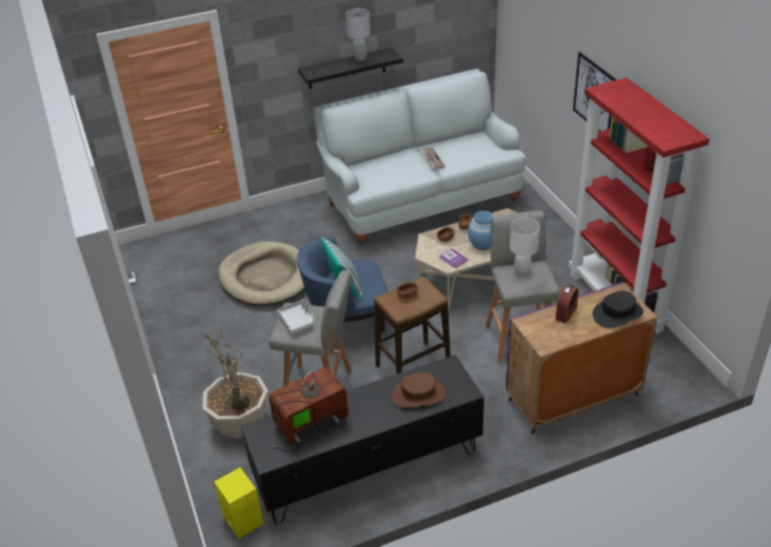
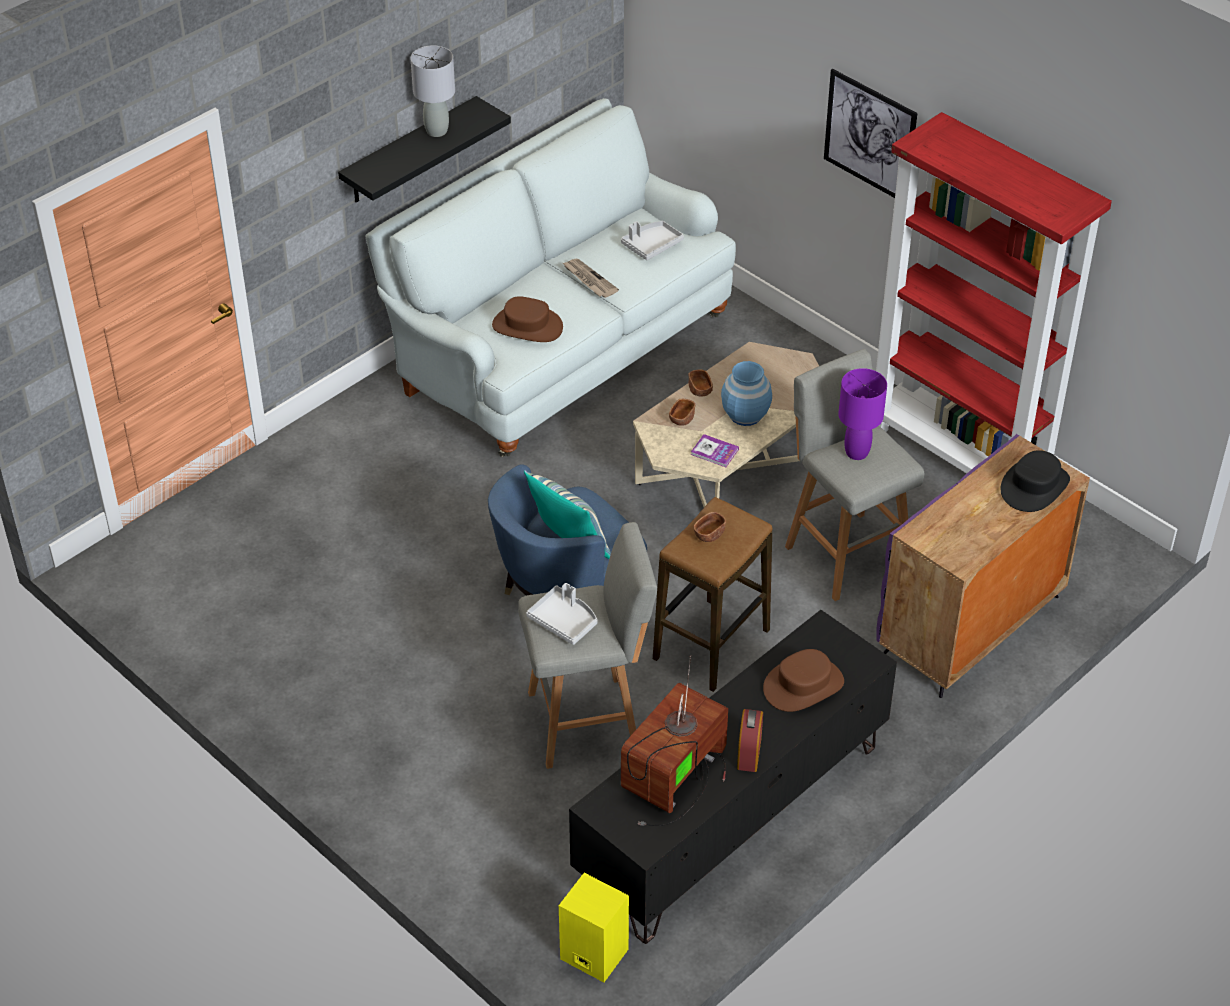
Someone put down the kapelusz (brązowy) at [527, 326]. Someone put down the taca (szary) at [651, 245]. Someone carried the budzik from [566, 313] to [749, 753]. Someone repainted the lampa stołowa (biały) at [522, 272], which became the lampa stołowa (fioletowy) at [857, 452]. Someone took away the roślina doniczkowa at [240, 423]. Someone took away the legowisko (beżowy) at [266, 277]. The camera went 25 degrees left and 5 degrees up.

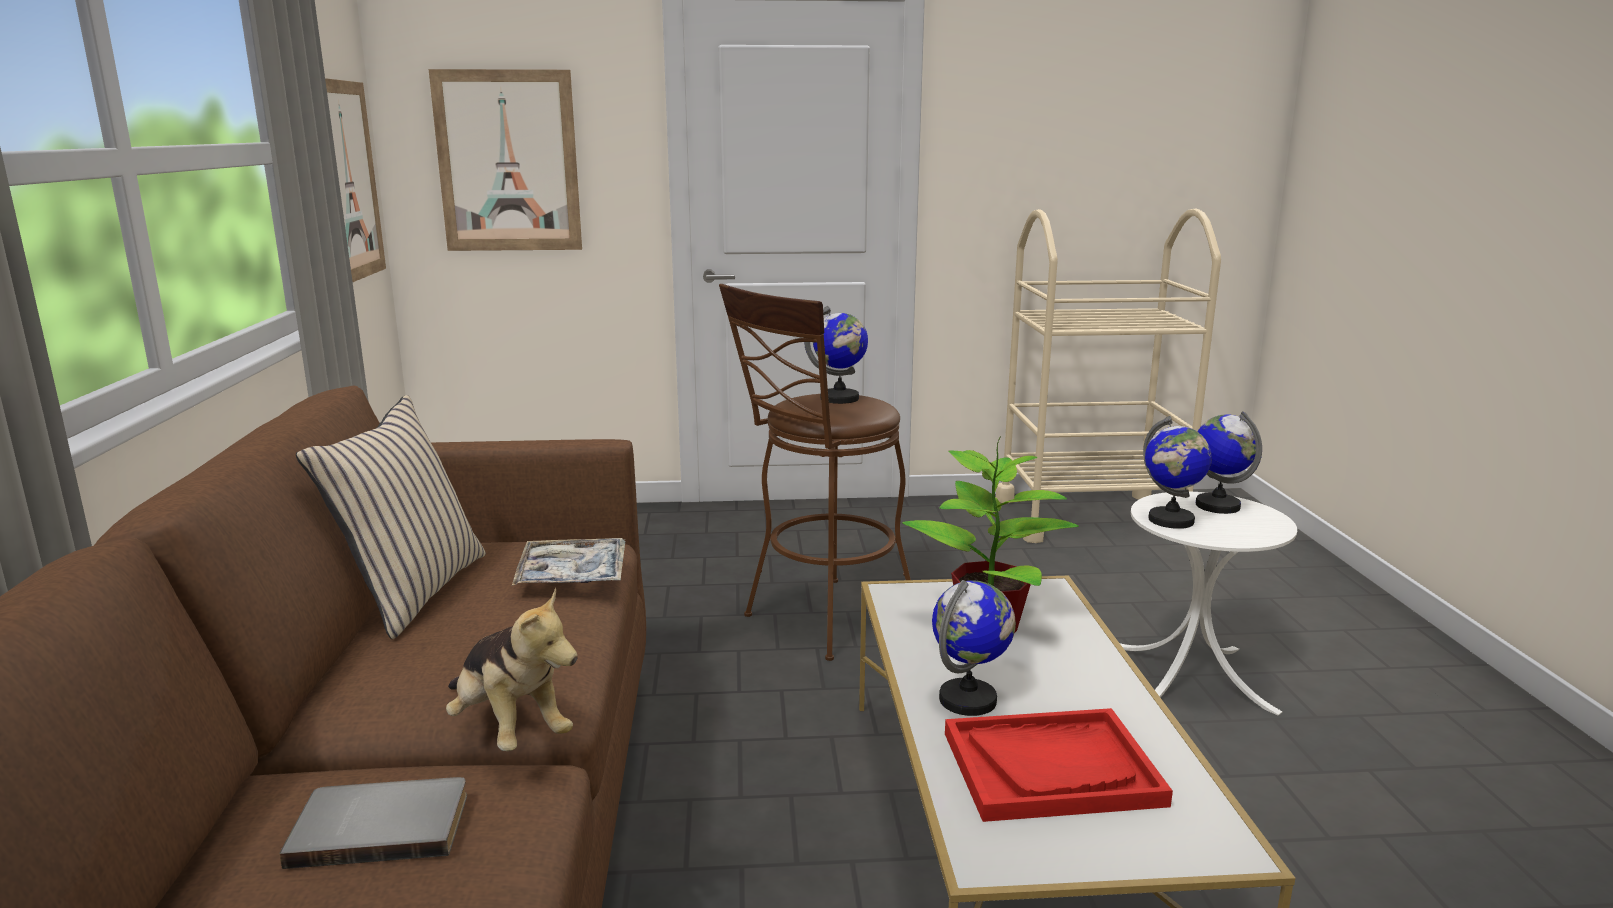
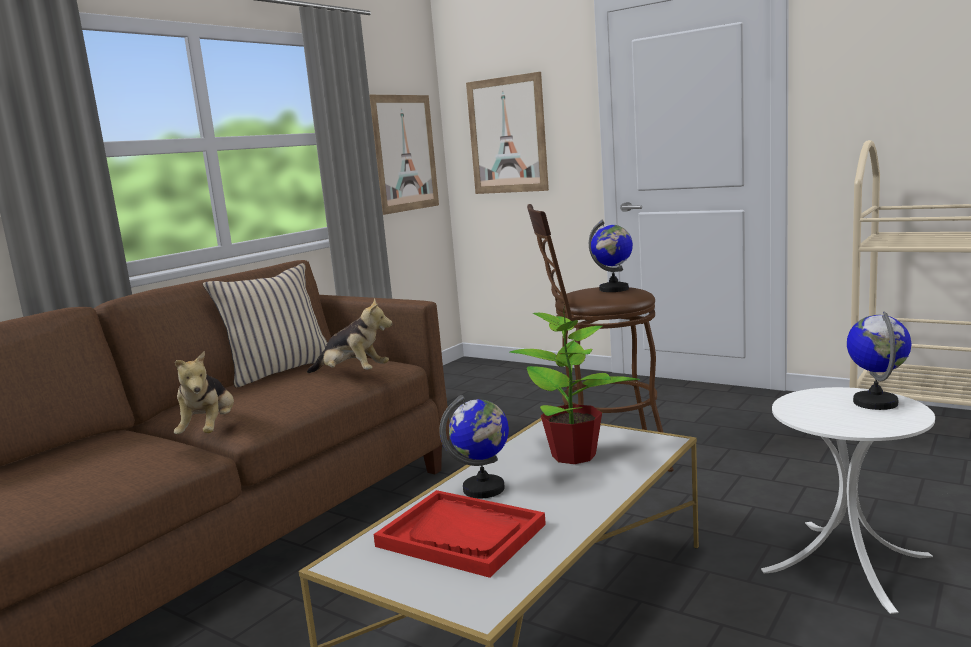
Someone swapped the taca at [572, 574] for the pluszak at [352, 374]. Someone took away the książka (szary) at [382, 825]. Someone took away the globus at [1171, 520]. The camera went 40 degrees right and 5 degrees down.

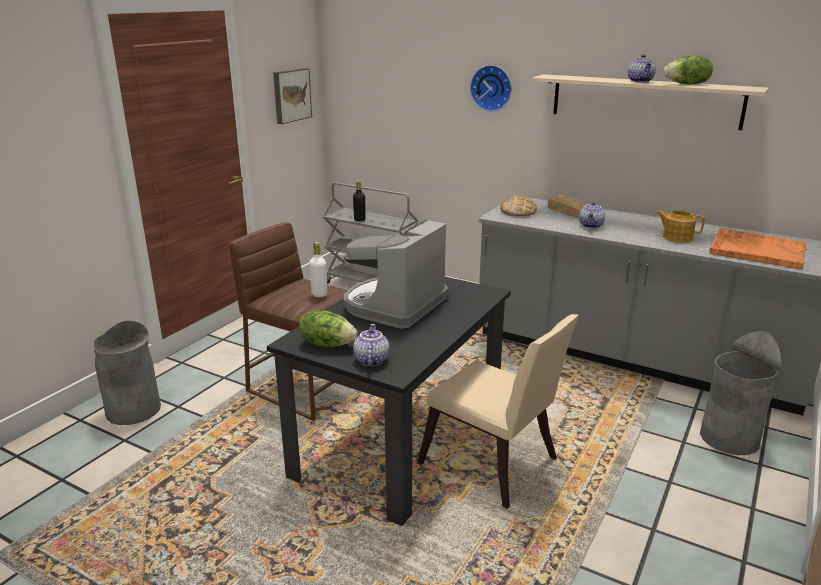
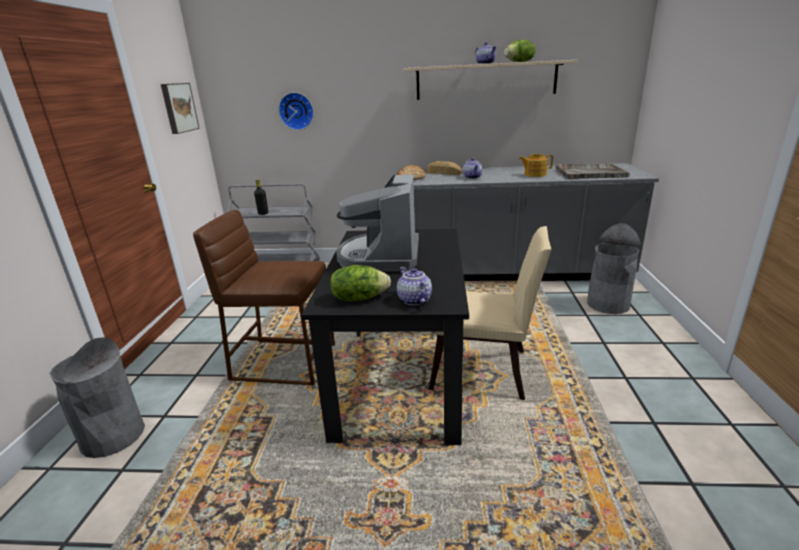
Someone carried the zegar ścienny from [492, 88] to [296, 111]. Someone repainted the taca (pomarańczowy) at [756, 250], which became the taca (szary) at [589, 173]. Someone took away the butelka (biały) at [319, 294]. The camera went 25 degrees left and 0 degrees up.

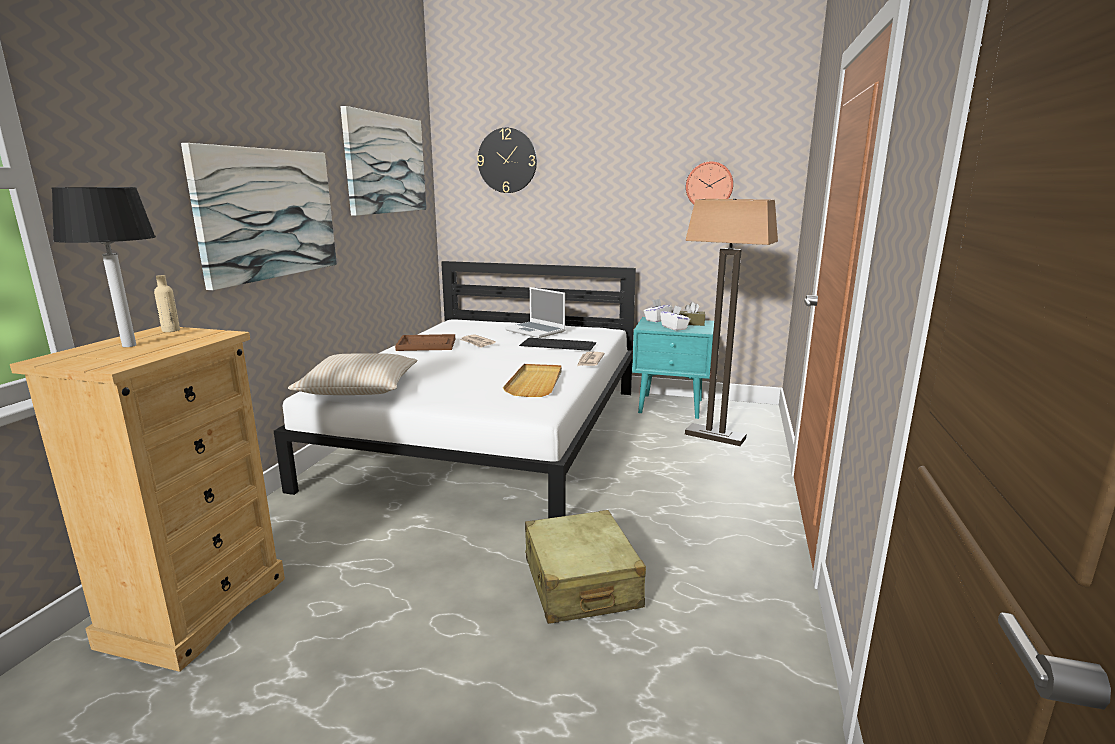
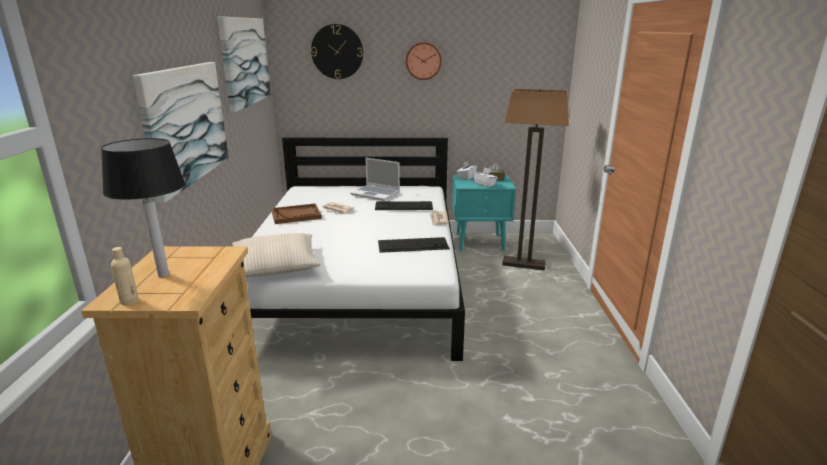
Someone carried the butelka (beżowy) from [171, 330] to [129, 301]. Someone swapped the taca (beżowy) at [535, 383] for the klawiatura at [413, 244]. Someone carried the zegar ścienny from [709, 185] to [423, 61]. Someone took away the walizka (beżowy) at [580, 583]. The camera went 15 degrees left and 5 degrees up.

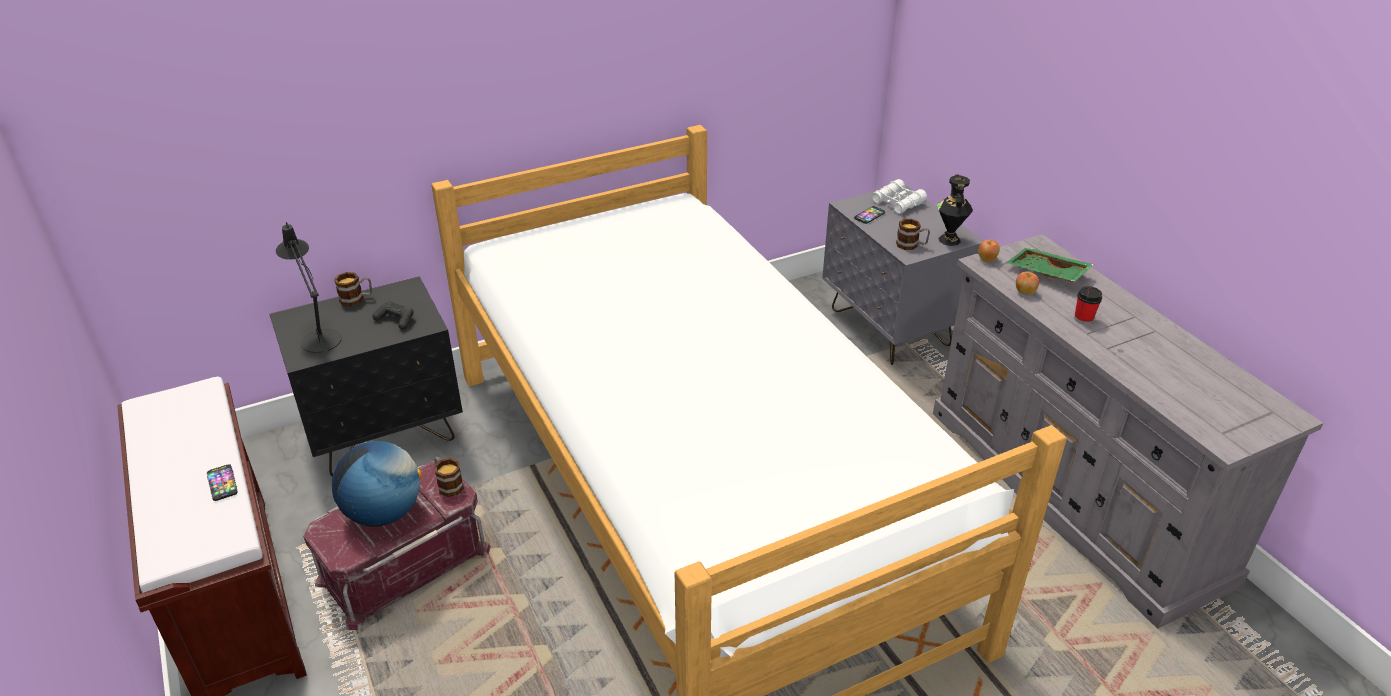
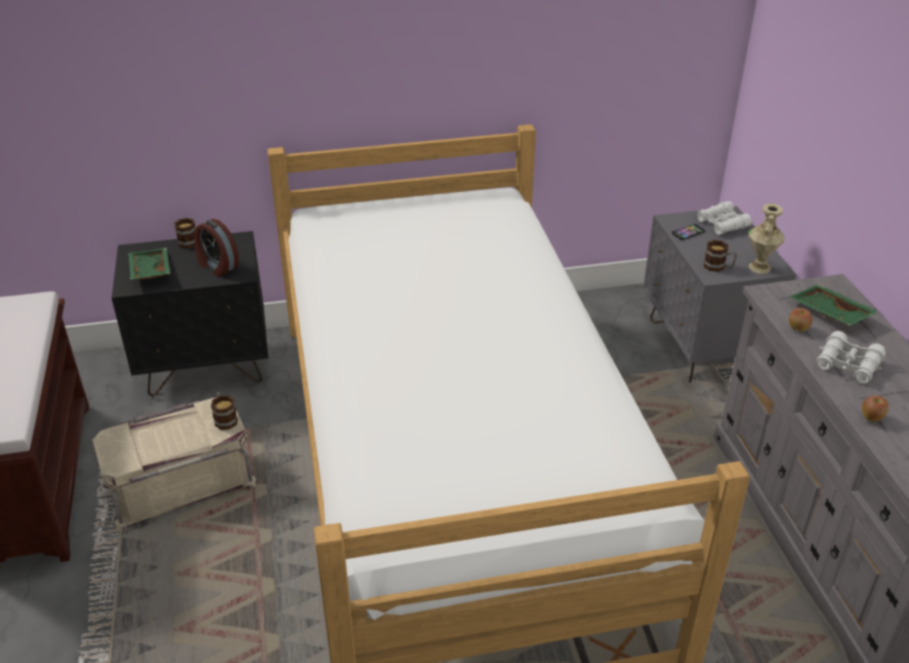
Someone repainted the pojemnik do przechowywania (czerwony) at [403, 564], which became the pojemnik do przechowywania (beżowy) at [180, 482]. Someone swapped the lampa stołowa (czarny) at [319, 337] for the taca (zielony) at [149, 271]. Someone swapped the pad do gier (czarny) at [396, 320] for the budzik at [217, 266]. Someone repainted the wazon (czarny) at [950, 240], which became the wazon (beżowy) at [760, 267]. Someone swapped the filiżanka at [1083, 319] for the lornetka (biały) at [848, 365]. Someone carried the jabłko from [987, 259] to [871, 418]. Someone took away the telefon at [222, 483]. Someone took away the globus at [384, 513]. The camera went 15 degrees right and 0 degrees up.

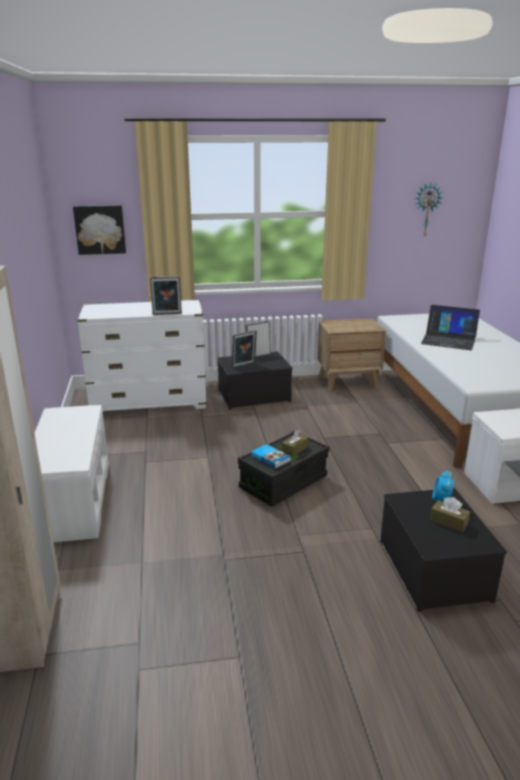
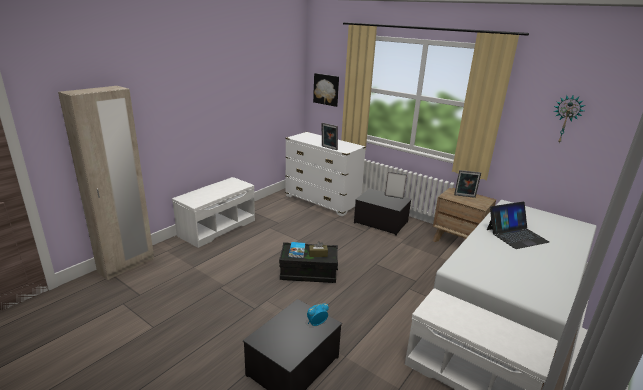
Someone carried the ramka na zdjęcie from [244, 366] to [464, 196]. Someone rotated the laptop at [448, 340] by 90 degrees counterclockwise. Someone took away the pudełko chusteczek (brązowy) at [448, 521]. The camera went 45 degrees right and 0 degrees up.

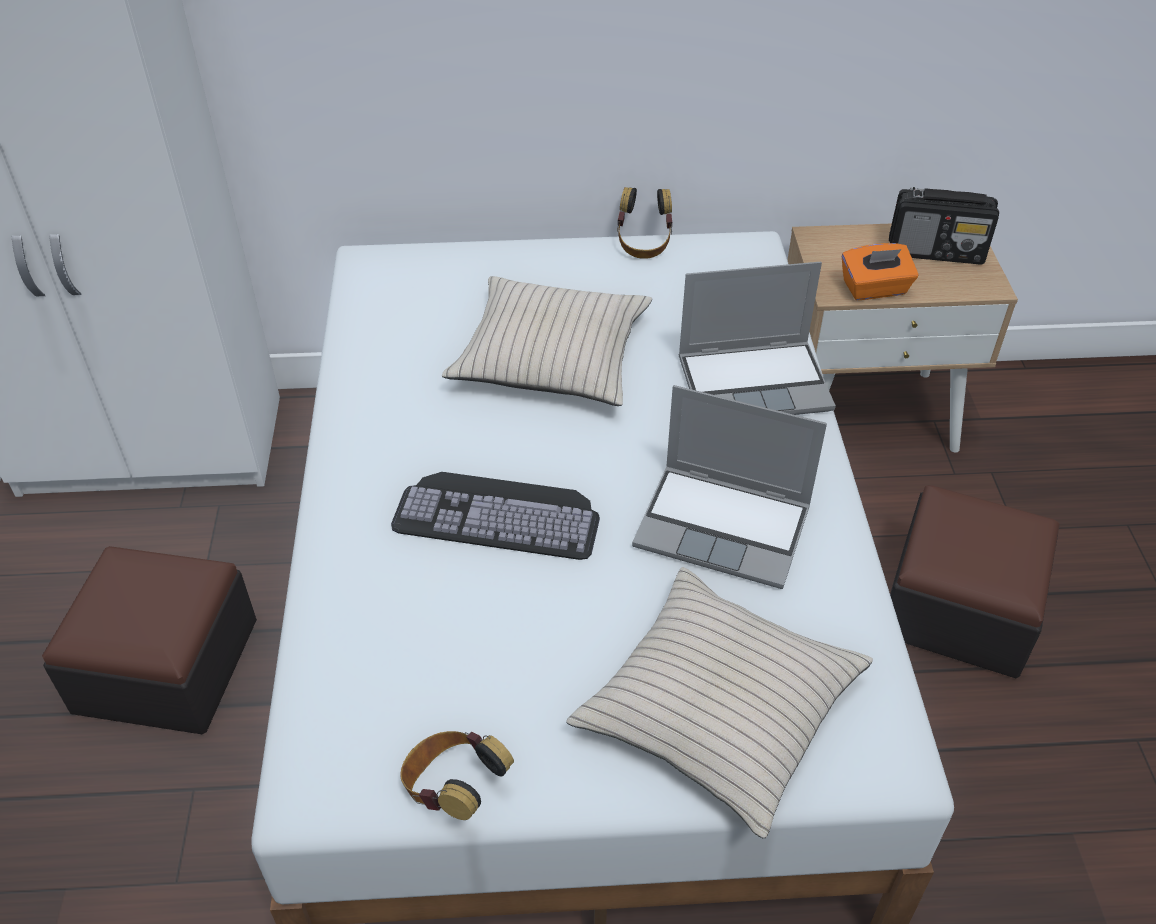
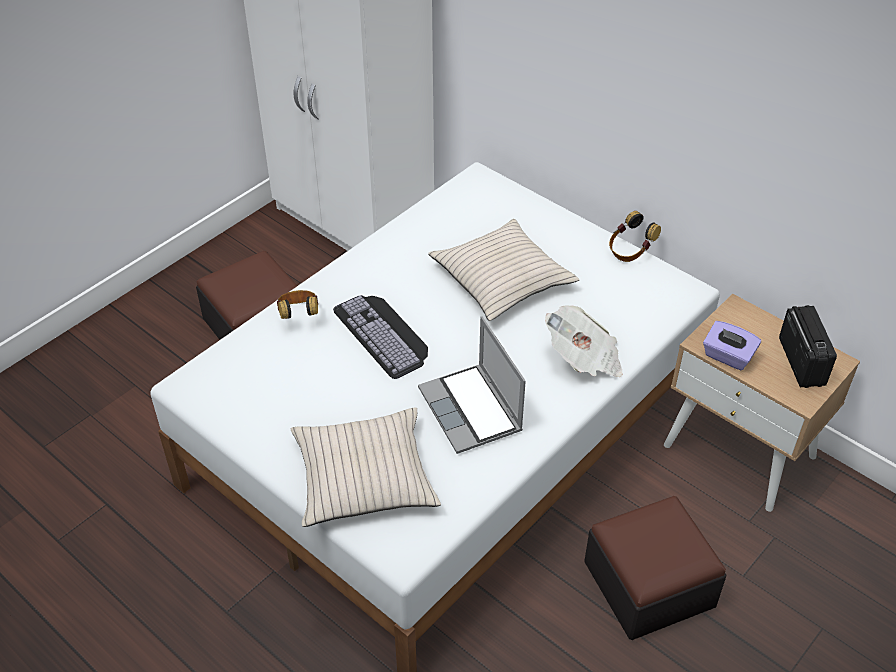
Someone carried the słuchawki from [453, 789] to [299, 315]. Someone swapped the laptop at [755, 383] for the gazeta at [584, 358]. Someone repainted the pudełko chusteczek (pomarańczowy) at [874, 289], which became the pudełko chusteczek (fioletowy) at [727, 357]. Someone rotated the radio at [936, 251] by 150 degrees counterclockwise. The camera went 45 degrees right and 0 degrees up.

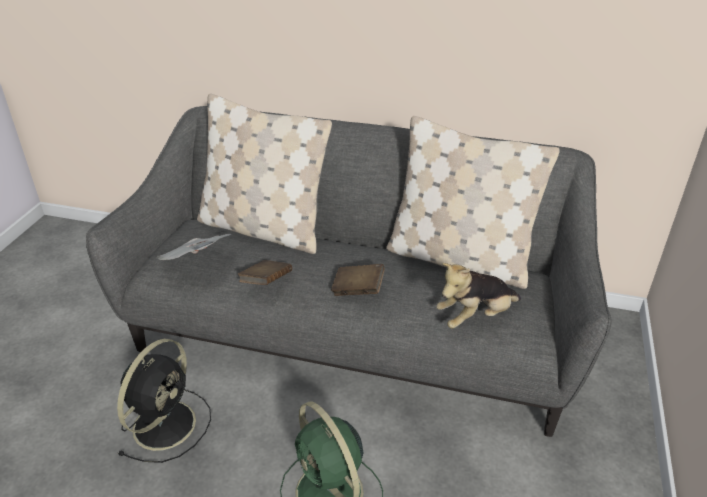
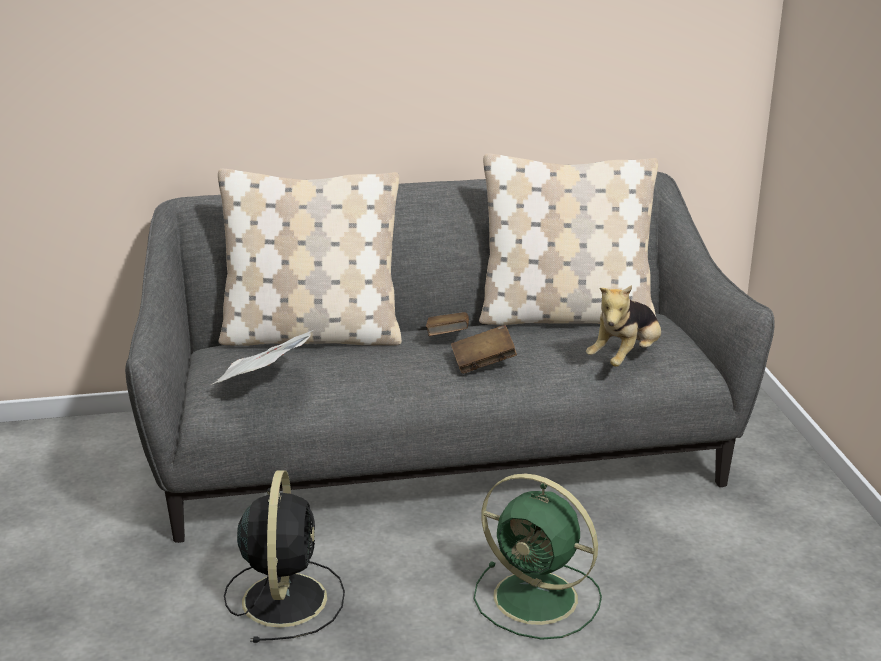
Someone carried the książka (brązowy) from [266, 283] to [447, 337]. The camera went 25 degrees left and 10 degrees down.

